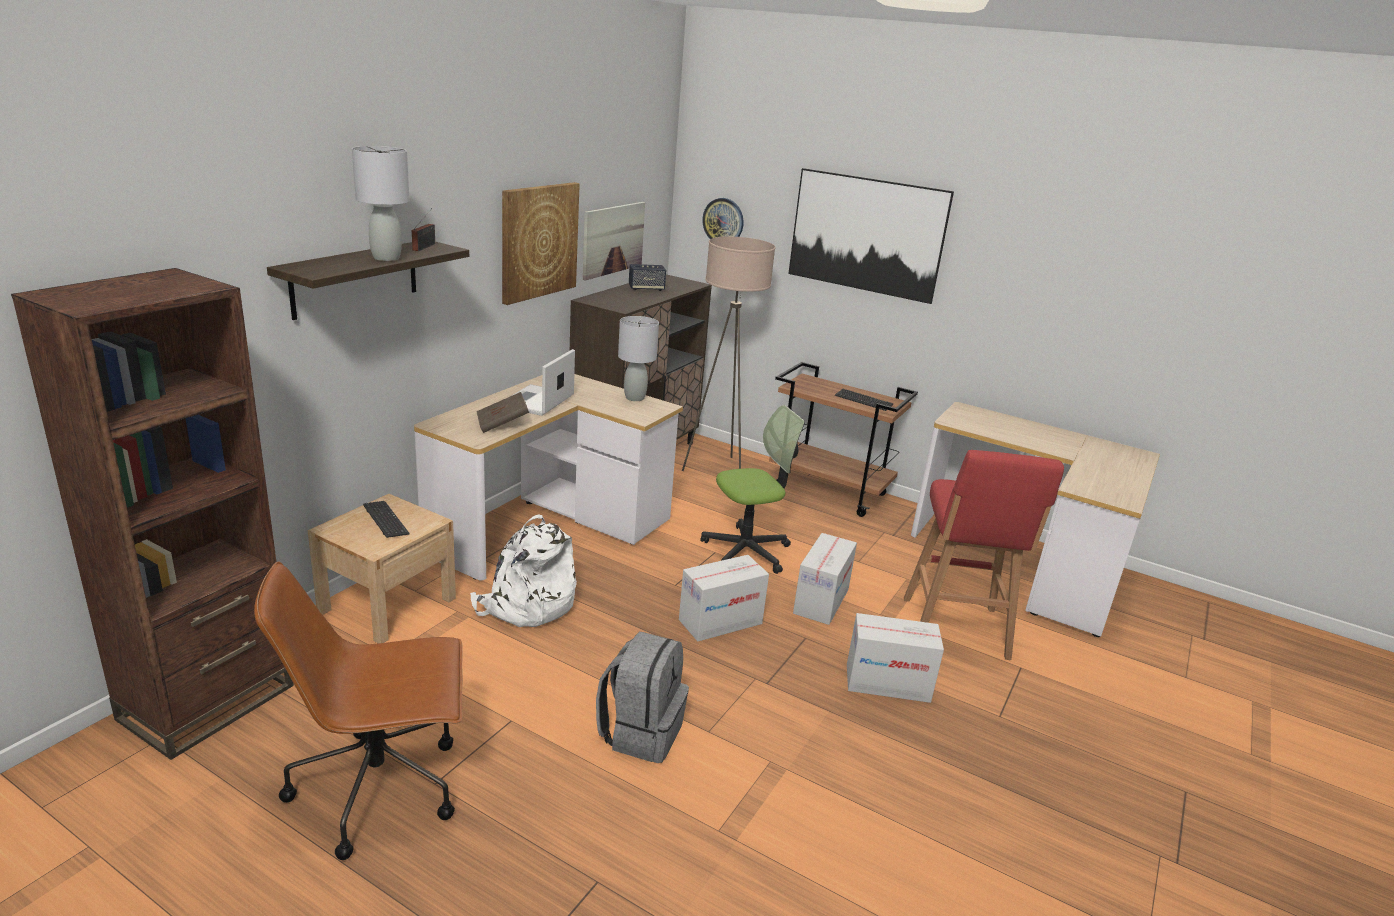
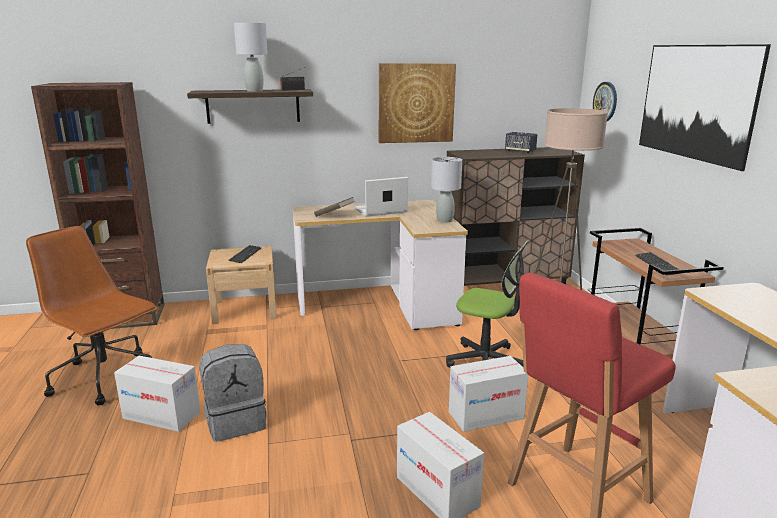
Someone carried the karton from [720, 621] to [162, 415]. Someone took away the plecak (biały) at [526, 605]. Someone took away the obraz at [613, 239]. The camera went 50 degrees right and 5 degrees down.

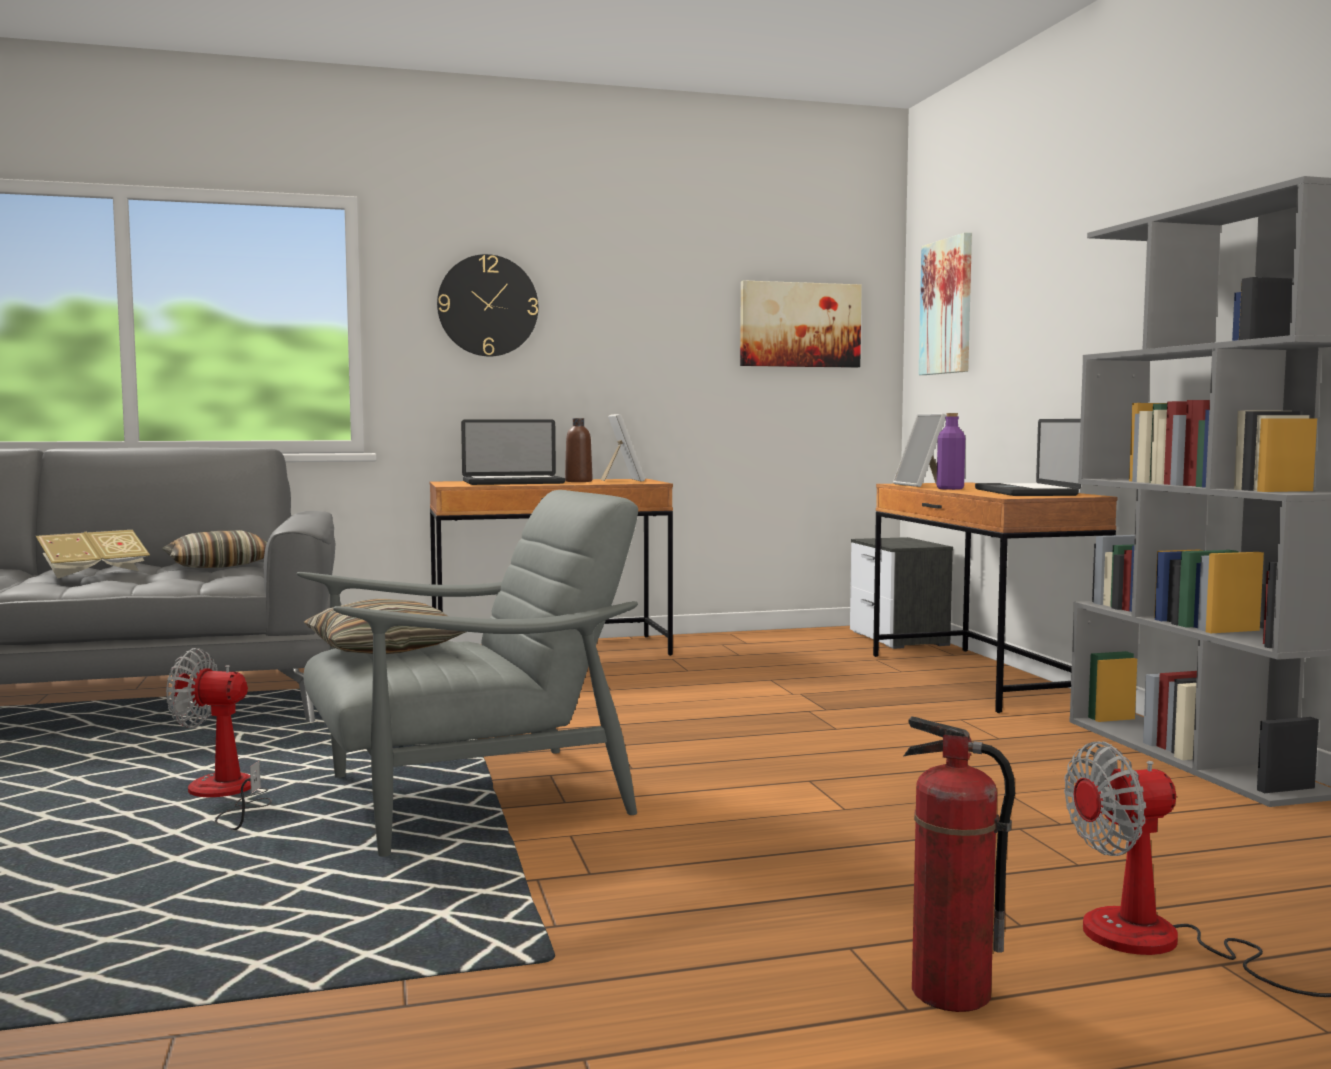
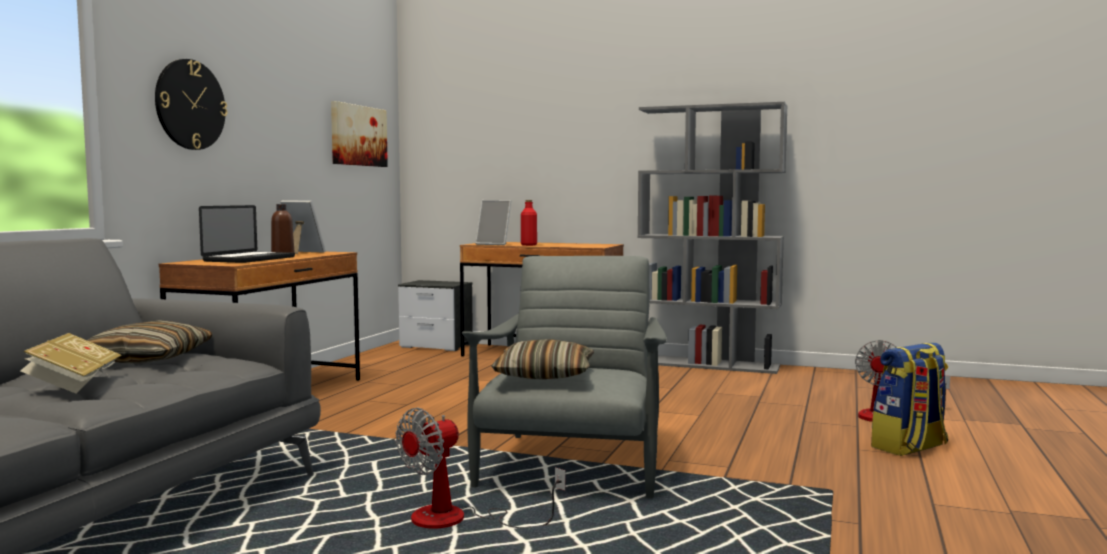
Someone repainted the butelka (fioletowy) at [950, 489], which became the butelka (czerwony) at [529, 245]. Someone swapped the gaśnica at [949, 993] for the plecak at [910, 447]. Someone took away the obraz at [947, 307]. Someone took away the laptop at [1025, 492]. The camera went 55 degrees left and 0 degrees up.

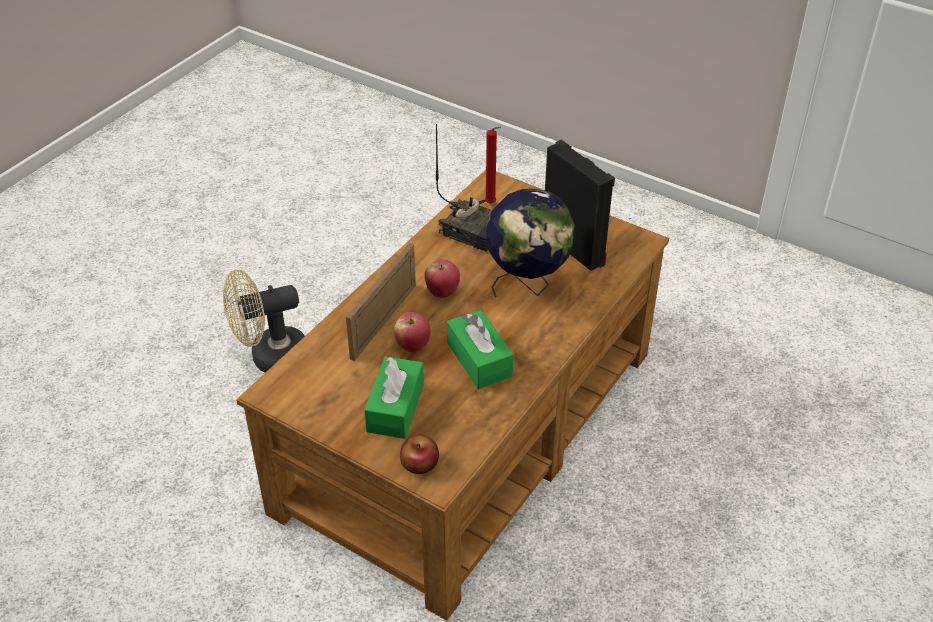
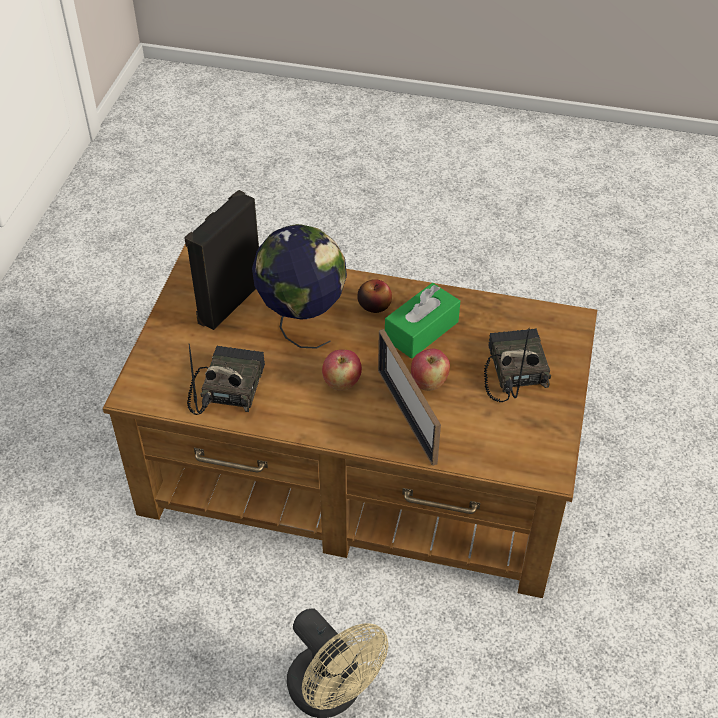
Someone carried the jabłko from [420, 464] to [374, 305]. Someone rotated the ramka na zdjęcie at [384, 321] by 60 degrees clockwise. Someone swapped the pudełko chusteczek (zielony) at [395, 408] for the radio at [512, 370]. Someone took away the świeca (czerwony) at [492, 204]. The camera went 110 degrees left and 5 degrees up.

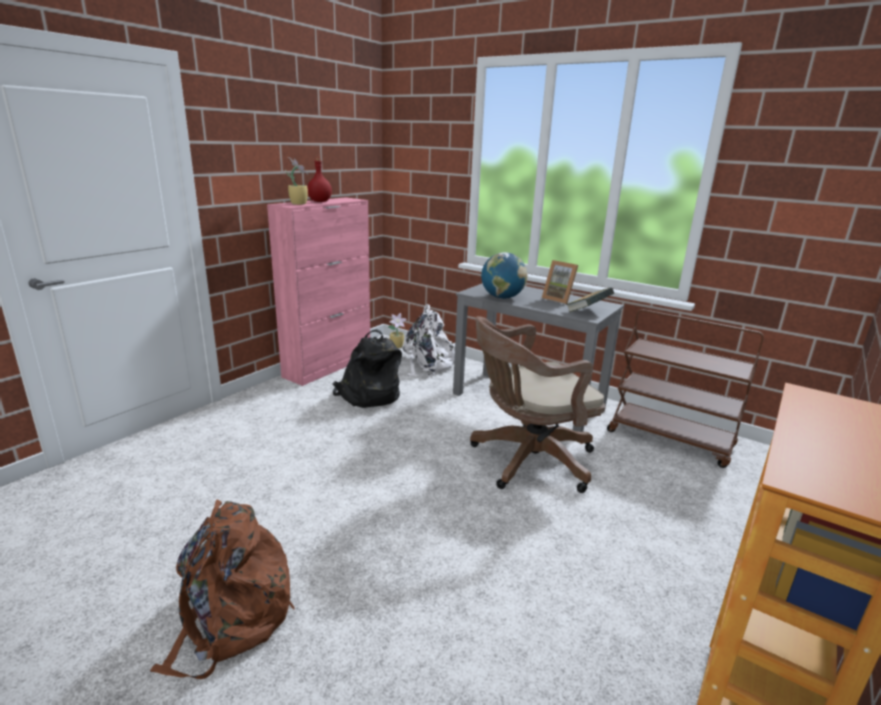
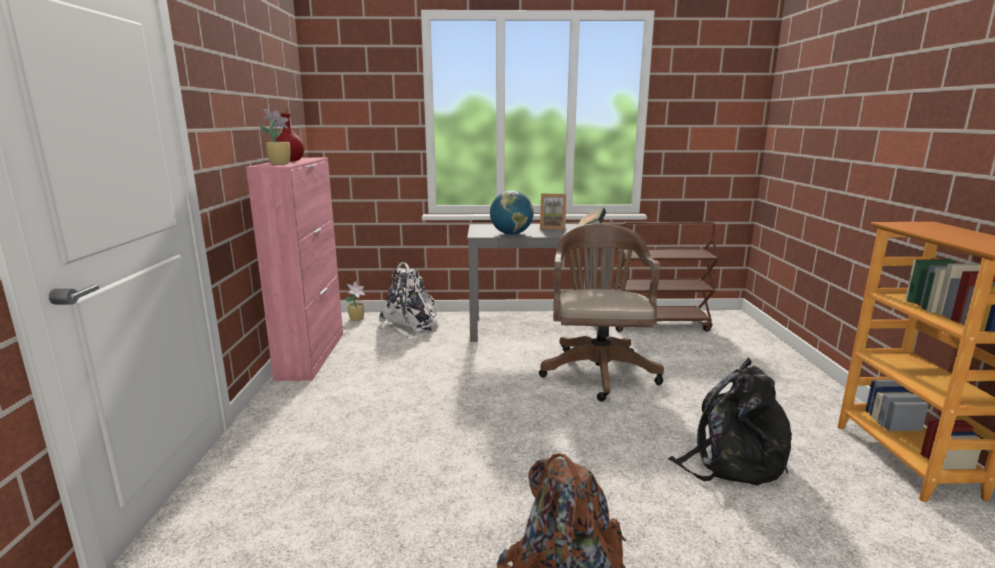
Someone rotated the krzesło biurowe (brązowy) at [527, 461] by 150 degrees clockwise. Someone carried the plecak (czarny) from [368, 395] to [731, 460]. The camera went 35 degrees left and 5 degrees down.

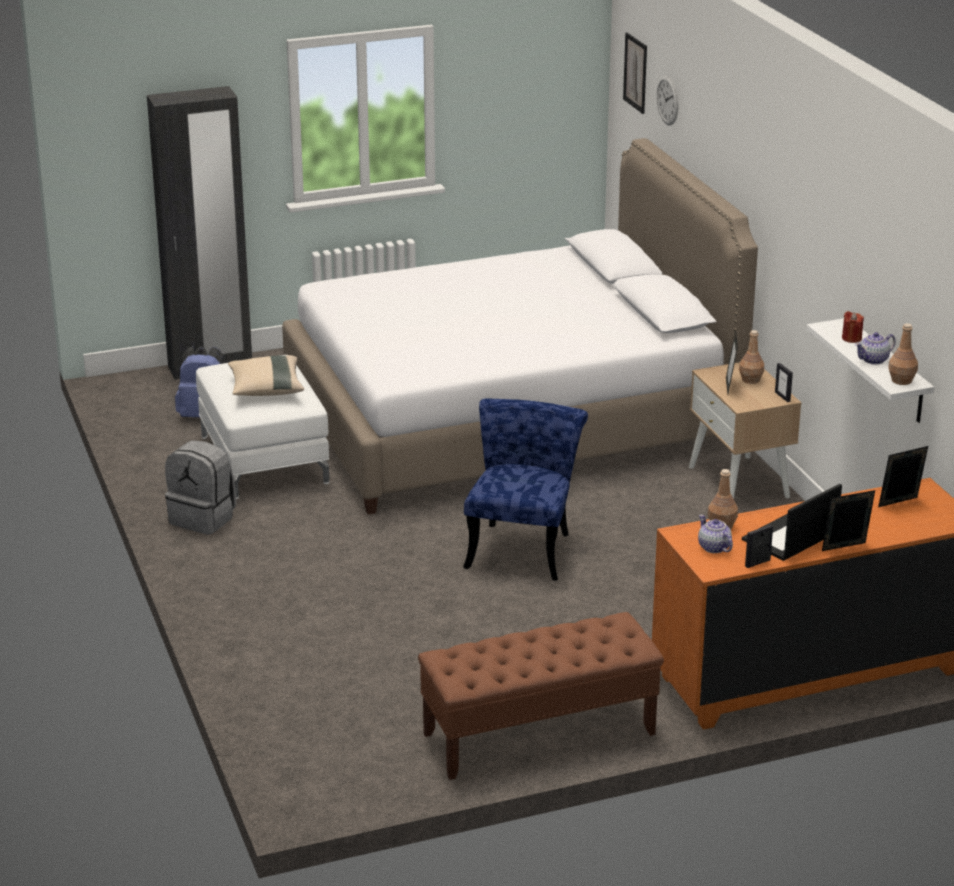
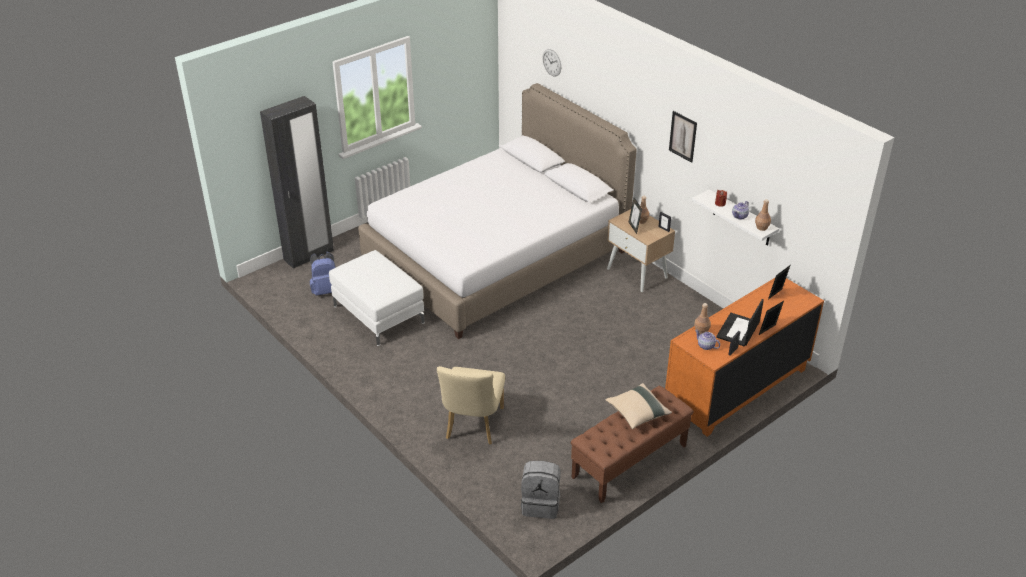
Someone put down the krzesło (beżowy) at [472, 427]. Someone carried the plecak (szary) from [203, 518] to [541, 504]. Someone carried the poduszka (beżowy) from [266, 389] to [637, 413]. Someone carried the obraz from [635, 73] to [683, 136]. Someone took away the krzesło (niebieski) at [523, 546]. The camera went 20 degrees left and 10 degrees up.

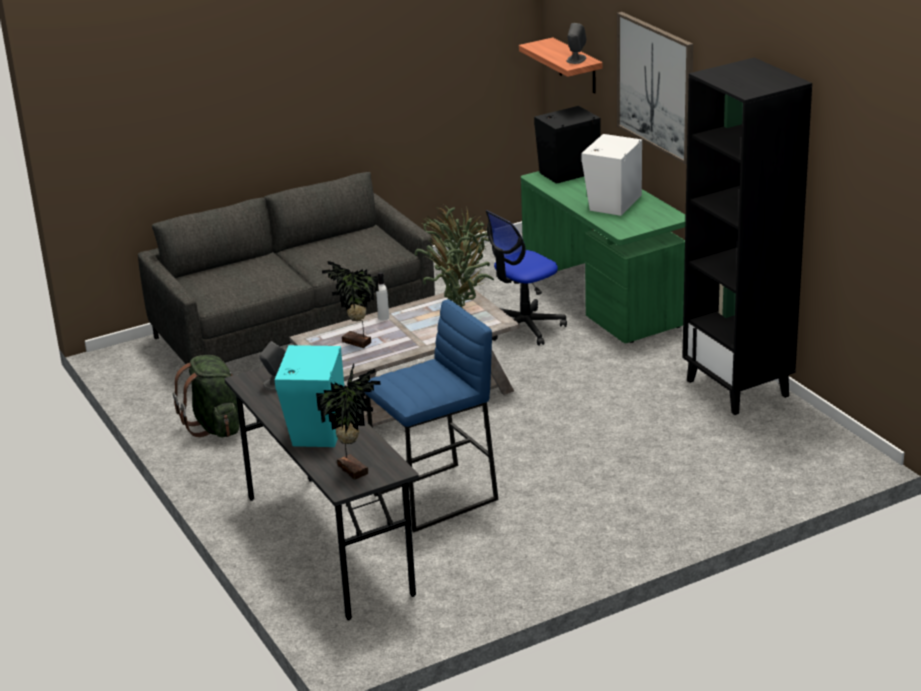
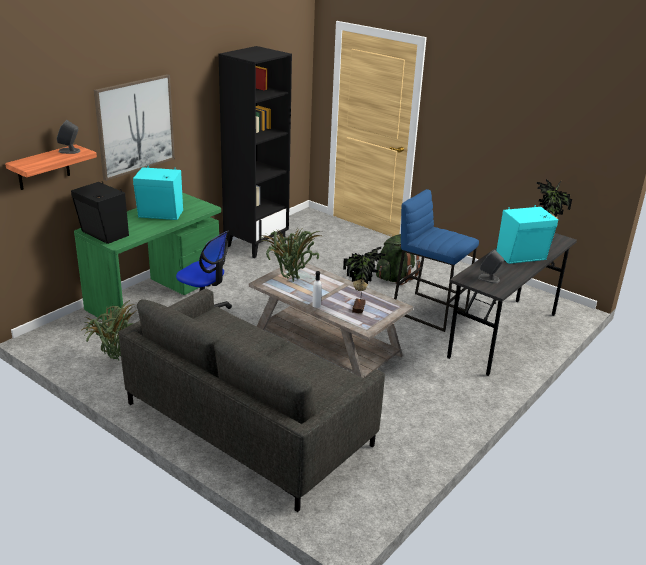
Someone repainted the głośnik (biały) at [612, 202], which became the głośnik (turkusowy) at [161, 215]. Someone carried the plecak (zielony) from [217, 426] to [395, 277]. The camera went 115 degrees left and 0 degrees up.

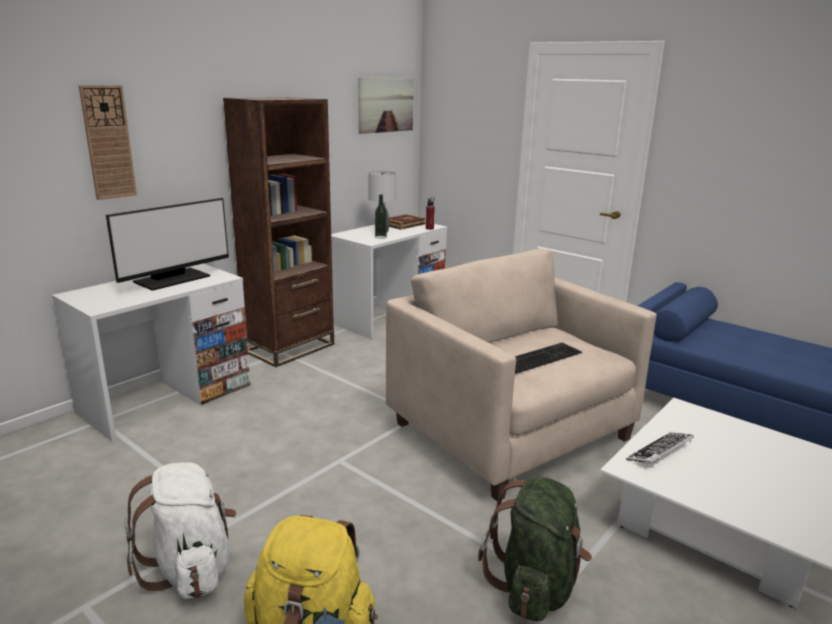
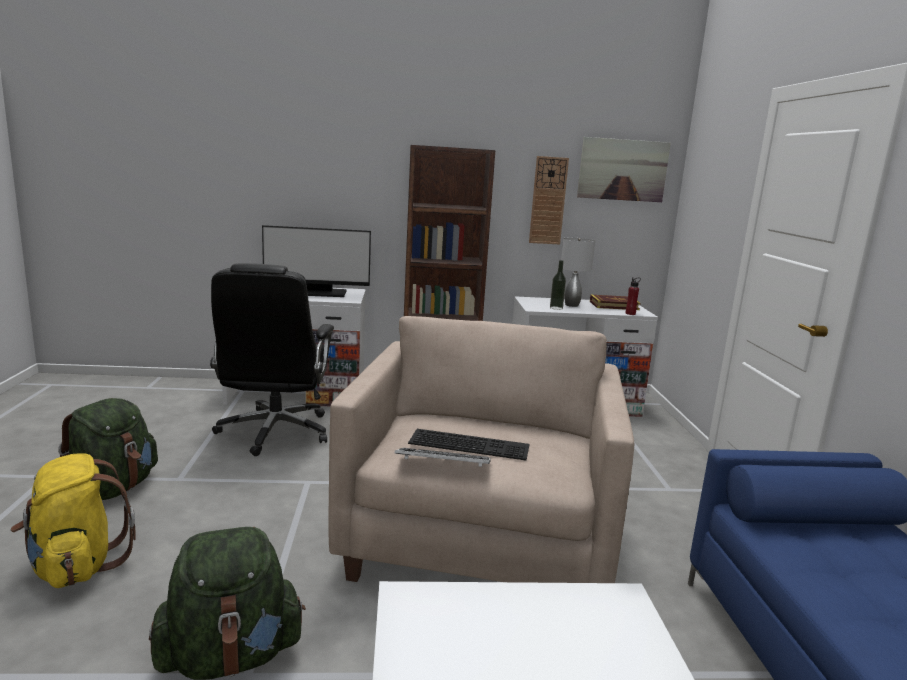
Someone repainted the plecak (biały) at [191, 568], which became the plecak (zielony) at [112, 489]. Someone put down the krzesło biurowe (czarny) at [274, 432]. Someone carried the klawiatura from [660, 453] to [442, 463]. Someone carried the zegar ścienny from [108, 142] to [548, 200]. The camera went 45 degrees right and 5 degrees down.

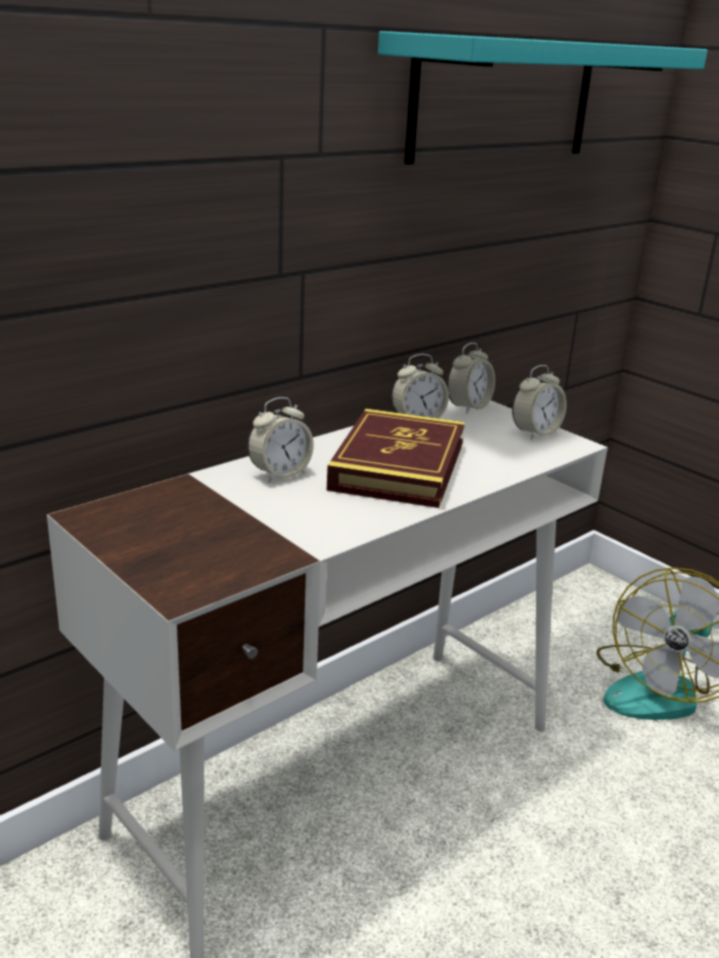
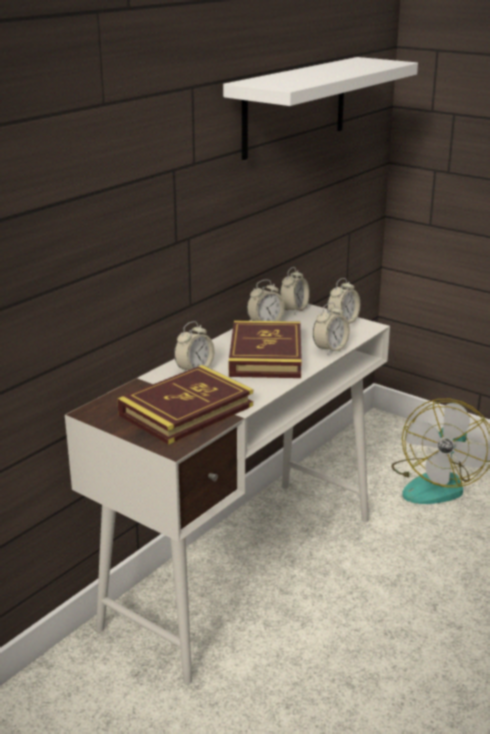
Someone put down the książka at [186, 410]. Someone repainted the półka (turkusowy) at [504, 99], which became the półka (biały) at [295, 107]. Someone put down the budzik at [330, 349]. The camera went 10 degrees left and 0 degrees up.

